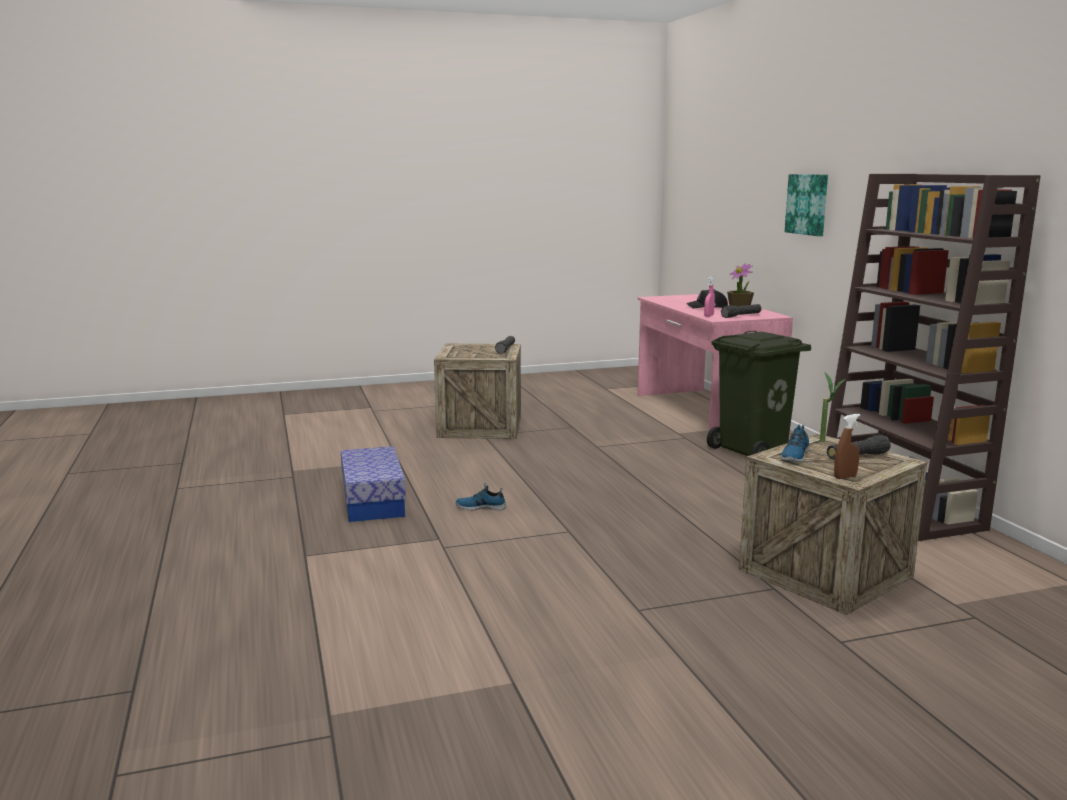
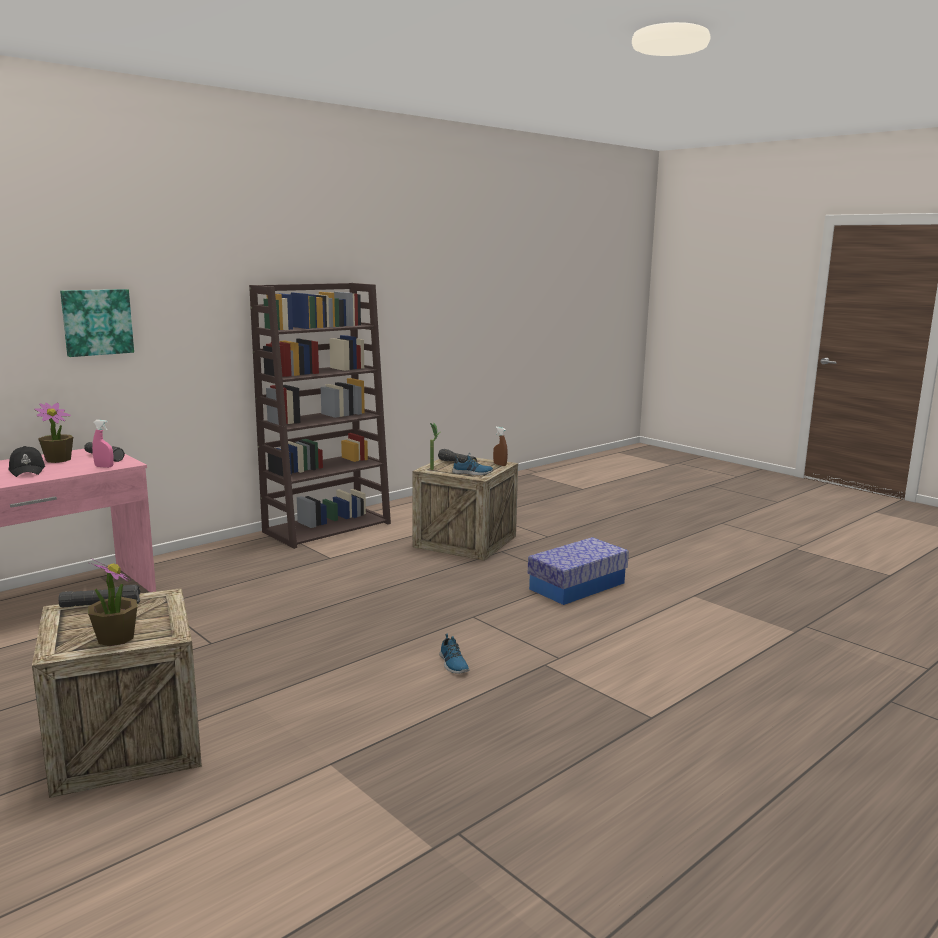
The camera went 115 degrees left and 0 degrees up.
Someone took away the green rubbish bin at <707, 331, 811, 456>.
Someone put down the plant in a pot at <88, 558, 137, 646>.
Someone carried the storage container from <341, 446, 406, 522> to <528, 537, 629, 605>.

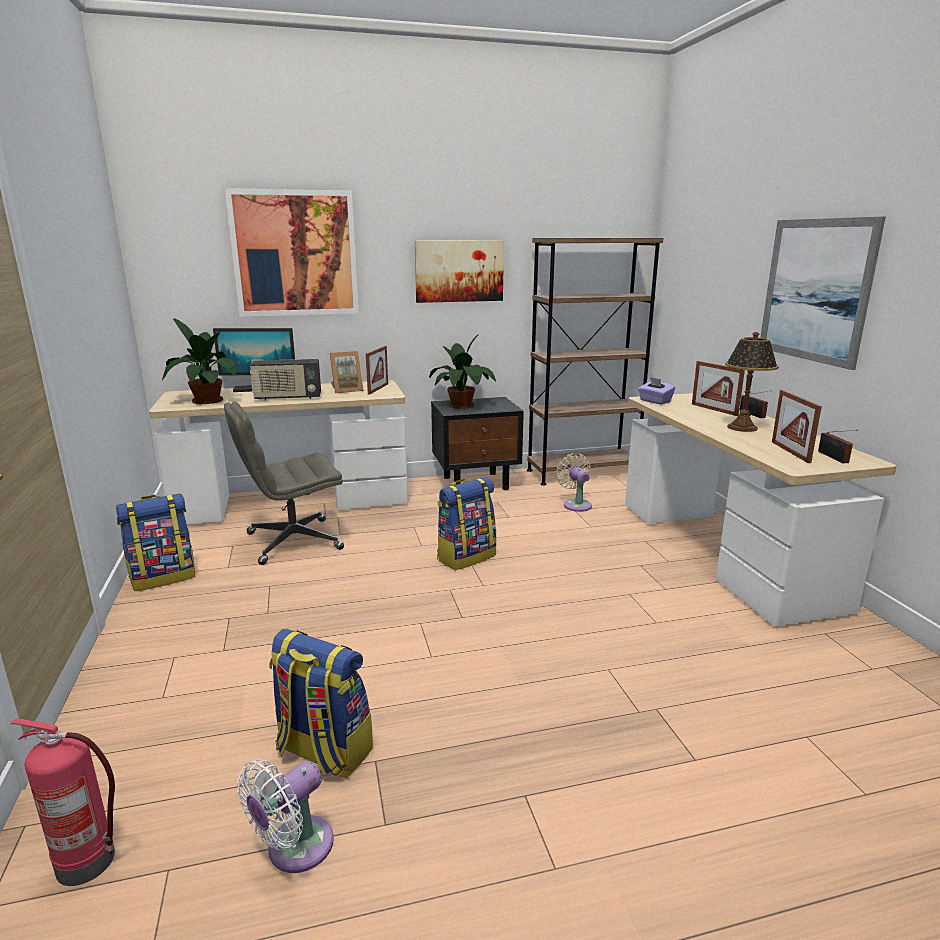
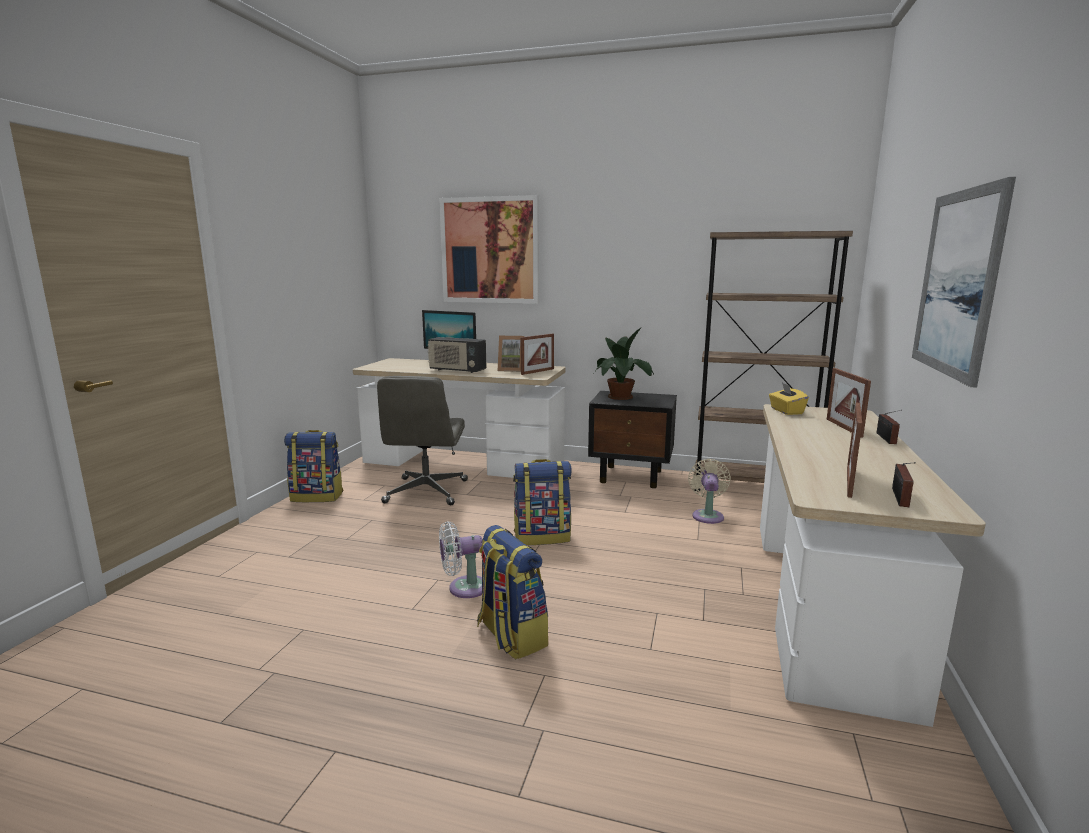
The camera went 30 degrees right and 5 degrees down.
Someone took away the extinguisher at <10, 719, 115, 886>.
Someone took away the plant in a pot at <162, 318, 237, 404>.
Someone took away the wall art at <414, 240, 504, 303>.
Someone took away the table lamp at <725, 332, 779, 432>.
Someone carried the white-coloured cooling fan from <237, 759, 334, 873> to <439, 521, 483, 598>.
Someone carried the knapsack from <269, 629, 373, 778> to <477, 525, 548, 659>.
Someone repainted the purplish tissue holder at <638, 377, 675, 405>, which became the yellow-coloured tissue holder at <769, 383, 809, 415>.
Someone rotated the grey computer chair at <224, 401, 344, 565> by 90 degrees counterclockwise.

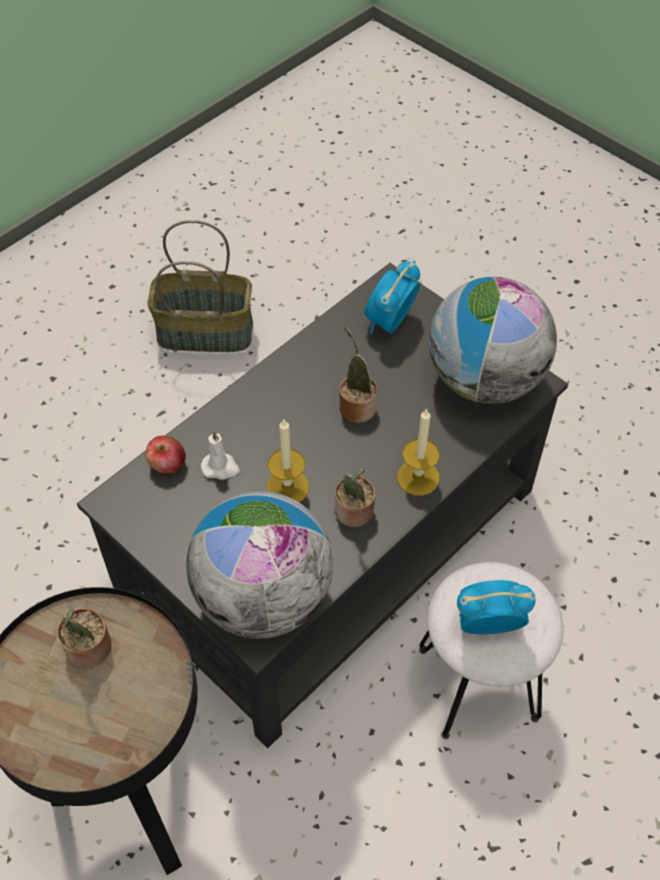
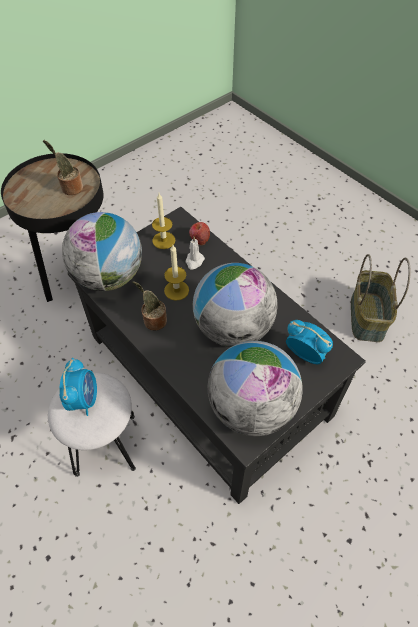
The camera went 95 degrees right and 0 degrees up.
Someone carried the wax light from <397, 408, 440, 496> to <152, 193, 176, 249>.
Someone swapped the plant in a pot at <339, 326, 377, 423> for the globe at <193, 263, 278, 347>.

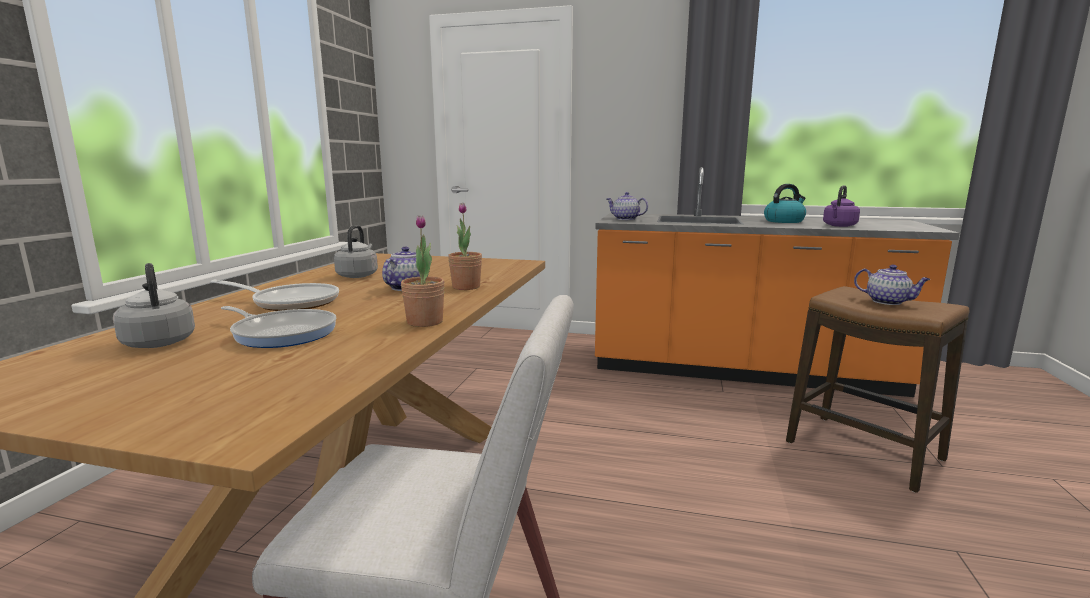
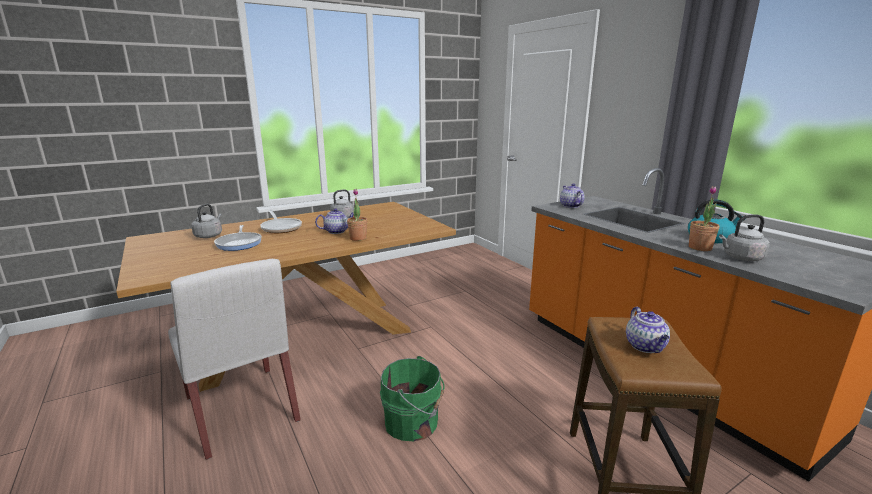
The camera went 45 degrees right and 5 degrees up.
Someone put down the green water bucket at <380, 356, 445, 441>.
Someone carried the plant in a pot from <401, 215, 445, 327> to <689, 186, 720, 251>.
Someone repainted the purplish tea kettle at <823, 185, 860, 227>, which became the grey tea kettle at <719, 214, 770, 261>.

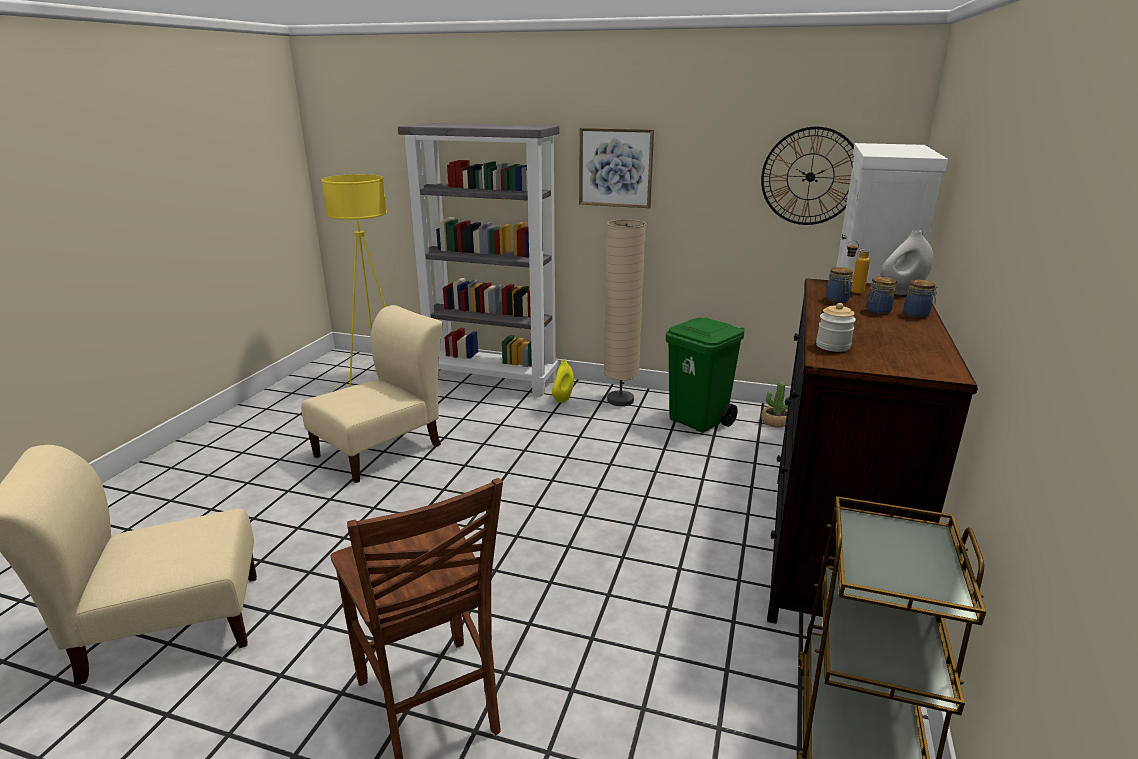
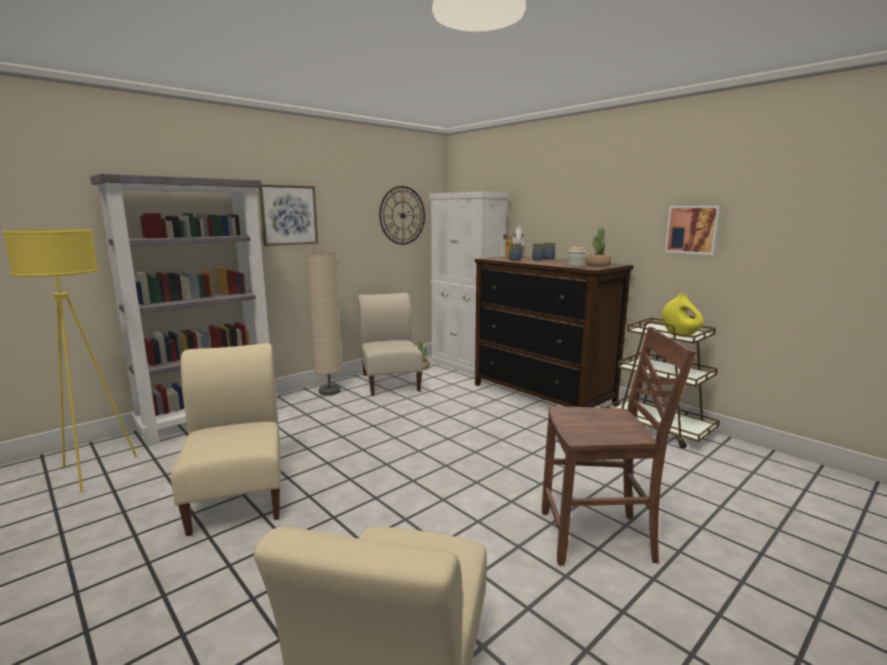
The camera went 60 degrees left and 10 degrees down.
Someone put down the plant in a pot at <585, 227, 611, 266>.
Someone put up the wall art at <665, 205, 722, 255>.
Someone carried the yellow-coloured flower vase from <552, 360, 574, 403> to <662, 293, 704, 337>.
Someone swapped the green rubbish bin at <666, 318, 744, 433> for the sand-coloured chair at <358, 293, 423, 396>.

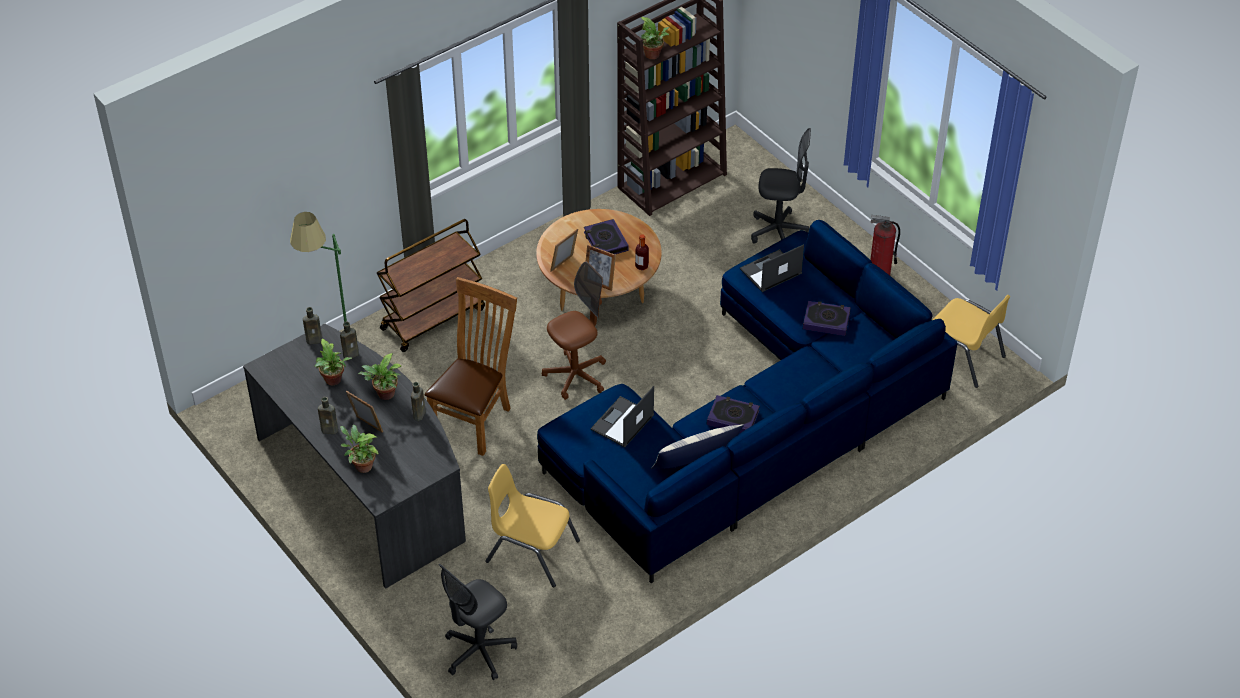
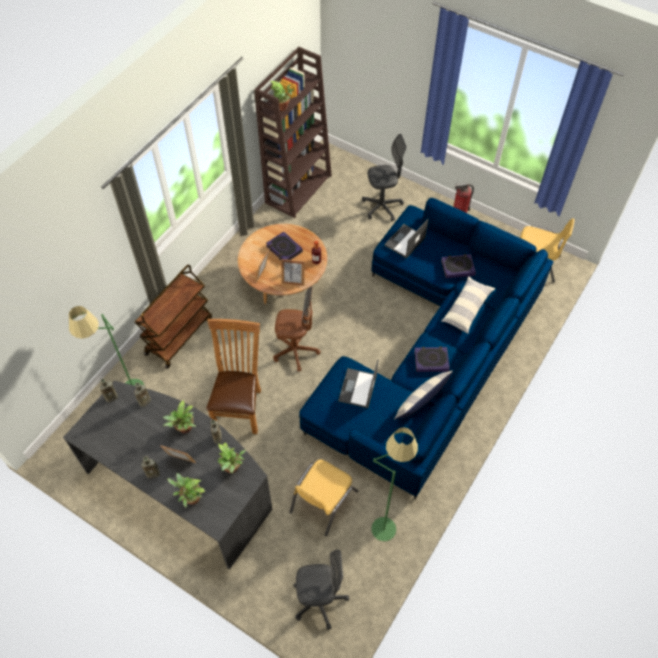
The camera went 20 degrees left and 10 degrees up.
Someone put down the green floor lamp at <371, 427, 418, 541>.
Someone put down the pillow at <441, 276, 495, 334>.
Someone carried the plant in a pot from <315, 339, 352, 385> to <218, 442, 246, 473>.
Someone rotated the grey computer chair at <439, 564, 517, 680> by 120 degrees counterclockwise.
Someone rotated the yellow-coloured chair at <485, 464, 580, 587> by 60 degrees counterclockwise.
Someone rotated the brown computer chair at <542, 261, 606, 400> by 60 degrees clockwise.

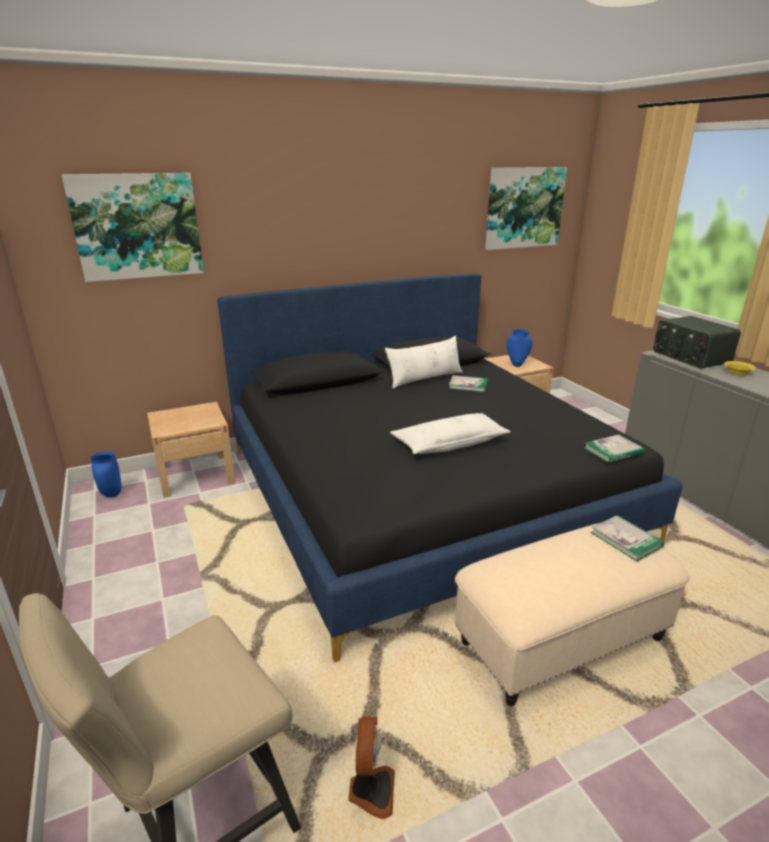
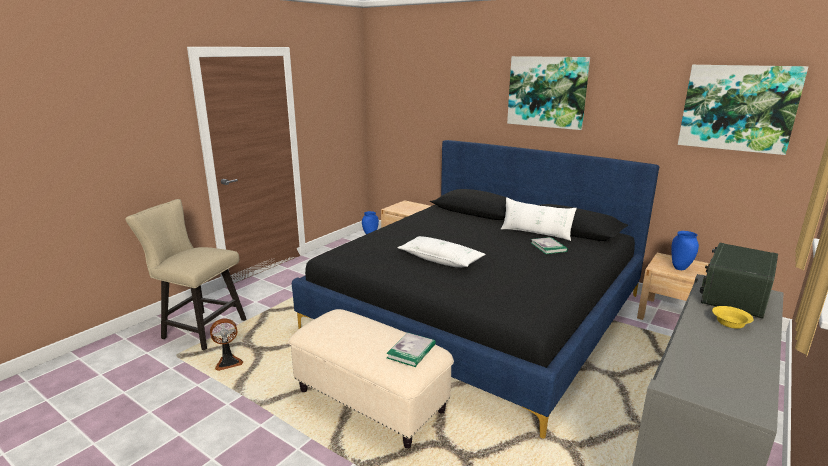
The camera went 60 degrees right and 5 degrees down.
Someone took away the bound book at <584, 434, 645, 463>.
Someone carried the wall art from <62, 173, 204, 282> to <507, 56, 590, 130>.

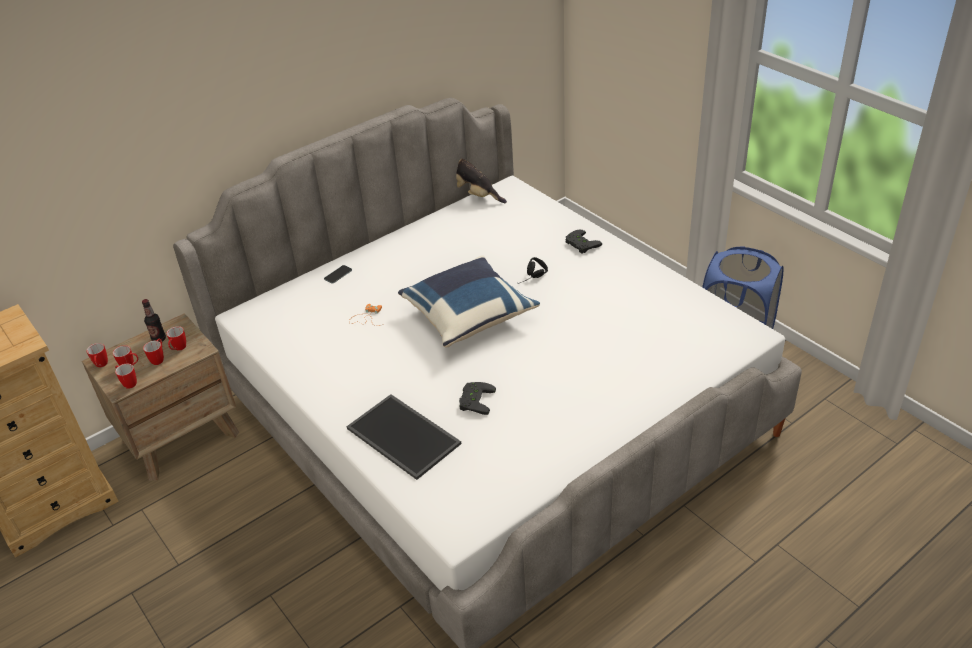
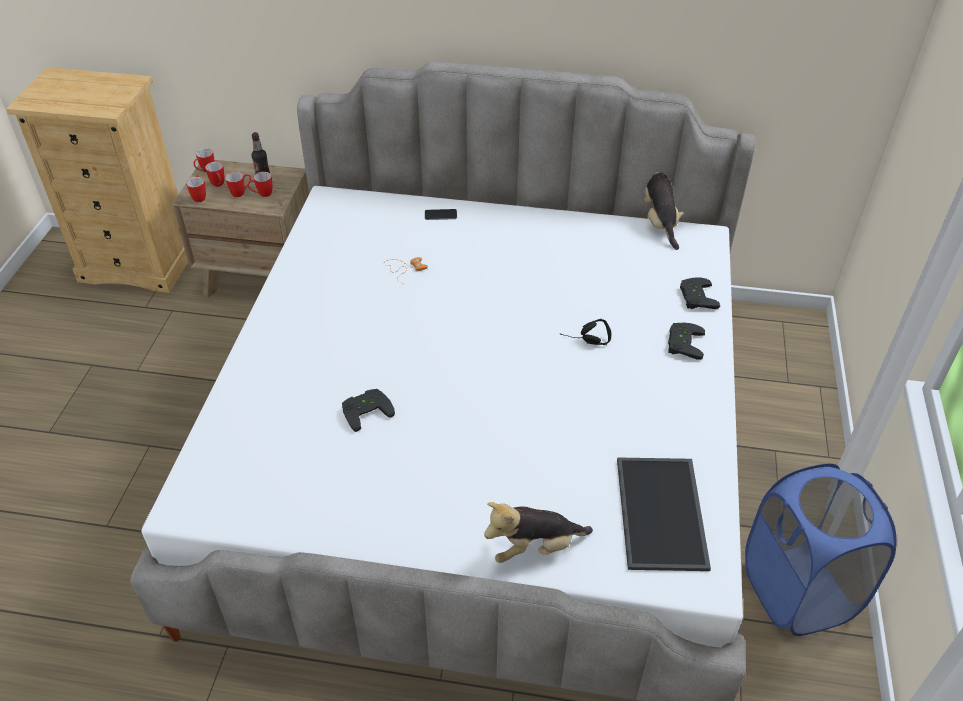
The camera went 45 degrees right and 5 degrees up.
Someone took away the bluish pillow at <398, 255, 540, 348>.
Someone put down the plush toy at <484, 502, 593, 563>.
Someone put down the black-coloured game controller at <680, 277, 720, 309>.
Someone carried the serving tray from <346, 394, 461, 480> to <617, 457, 711, 571>.

